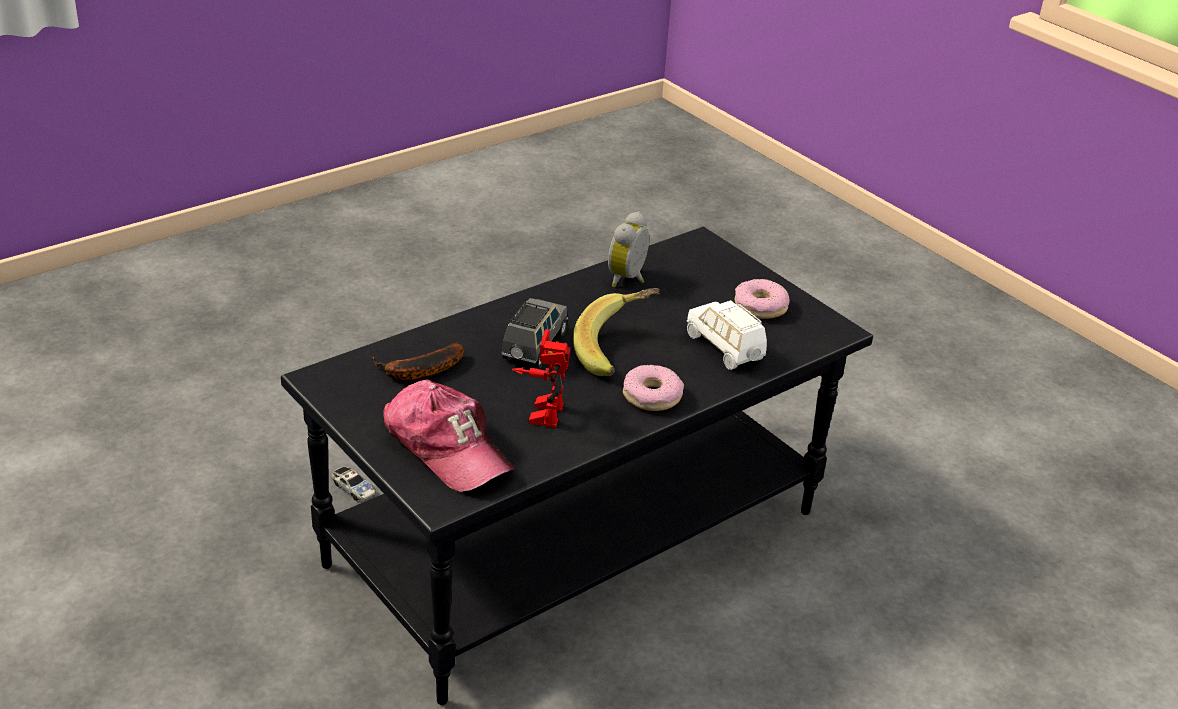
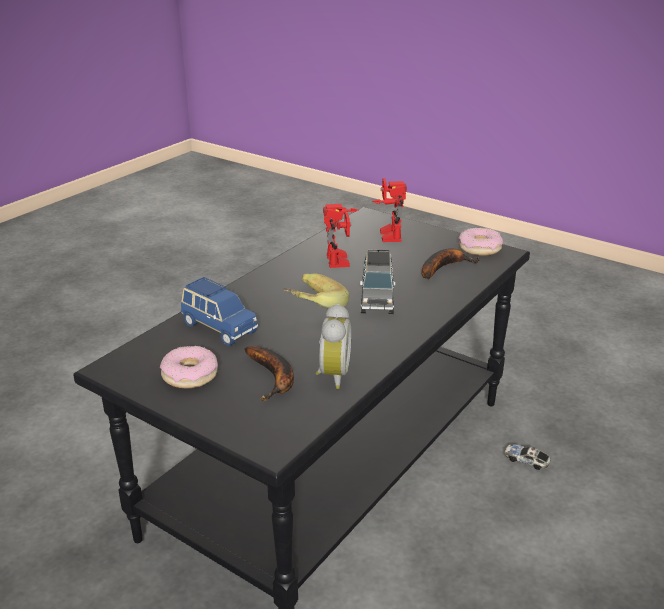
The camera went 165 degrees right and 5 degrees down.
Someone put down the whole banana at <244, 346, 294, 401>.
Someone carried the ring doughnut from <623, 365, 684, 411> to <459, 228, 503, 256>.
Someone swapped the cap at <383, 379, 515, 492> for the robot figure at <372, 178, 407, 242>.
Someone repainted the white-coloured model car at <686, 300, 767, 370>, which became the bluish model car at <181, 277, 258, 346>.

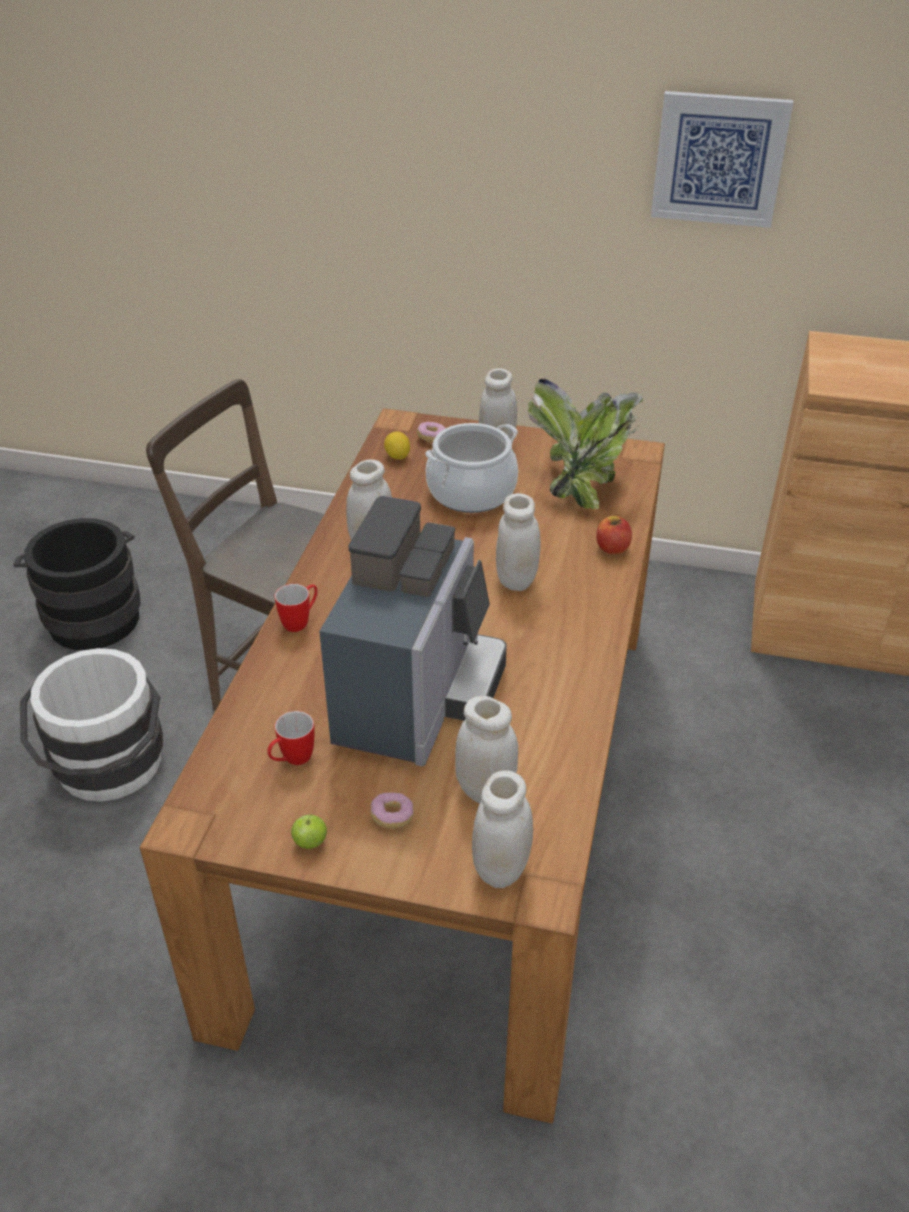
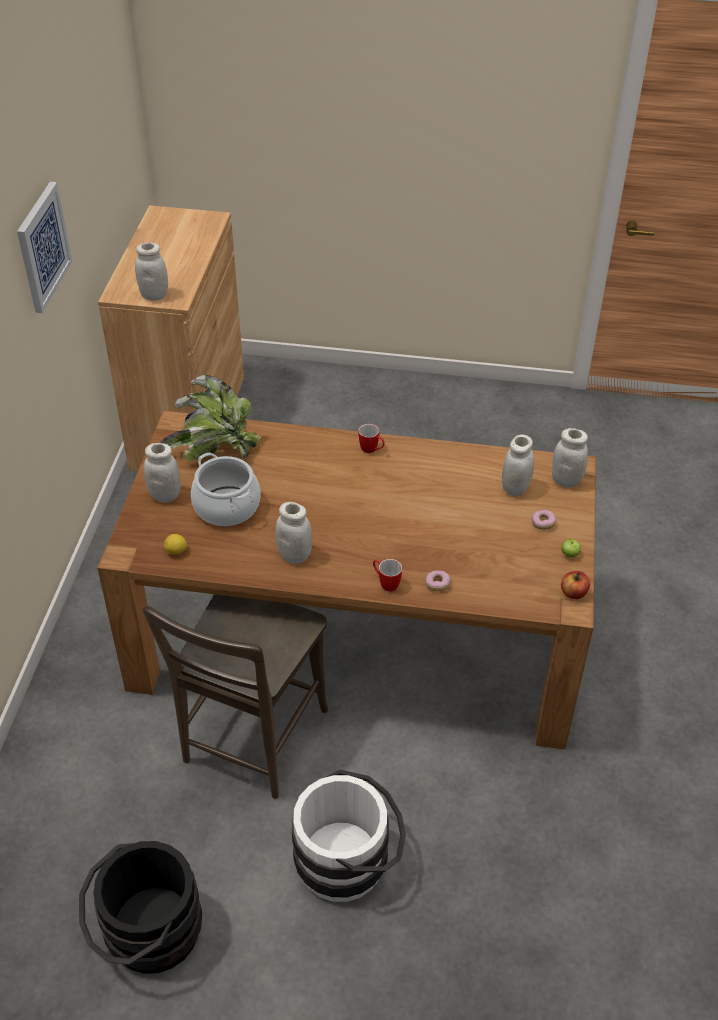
The camera went 95 degrees left and 5 degrees up.
Someone took away the coffee brewer at <319, 496, 506, 766>.
Someone carried the mug from <267, 711, 314, 765> to <358, 424, 385, 453>.
Someone carried the ring doughnut from <417, 422, 446, 442> to <425, 571, 450, 591>.
Someone carried the white-coloured jar from <496, 493, 541, 591> to <135, 243, 168, 301>.
Someone carried the apple from <596, 516, 632, 554> to <561, 571, 590, 599>.

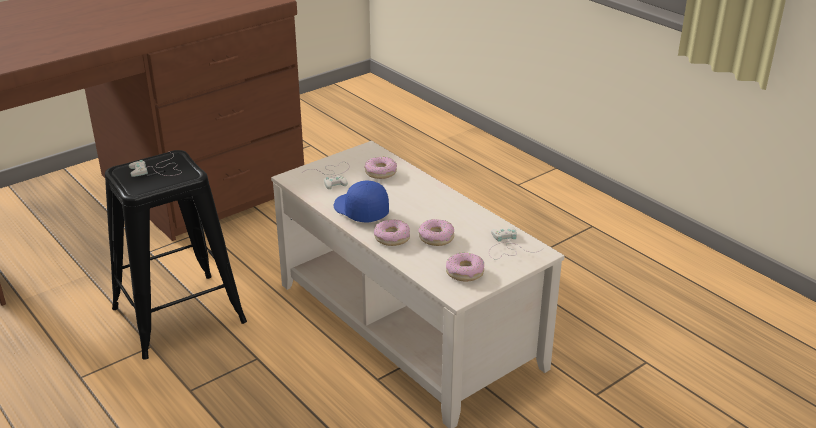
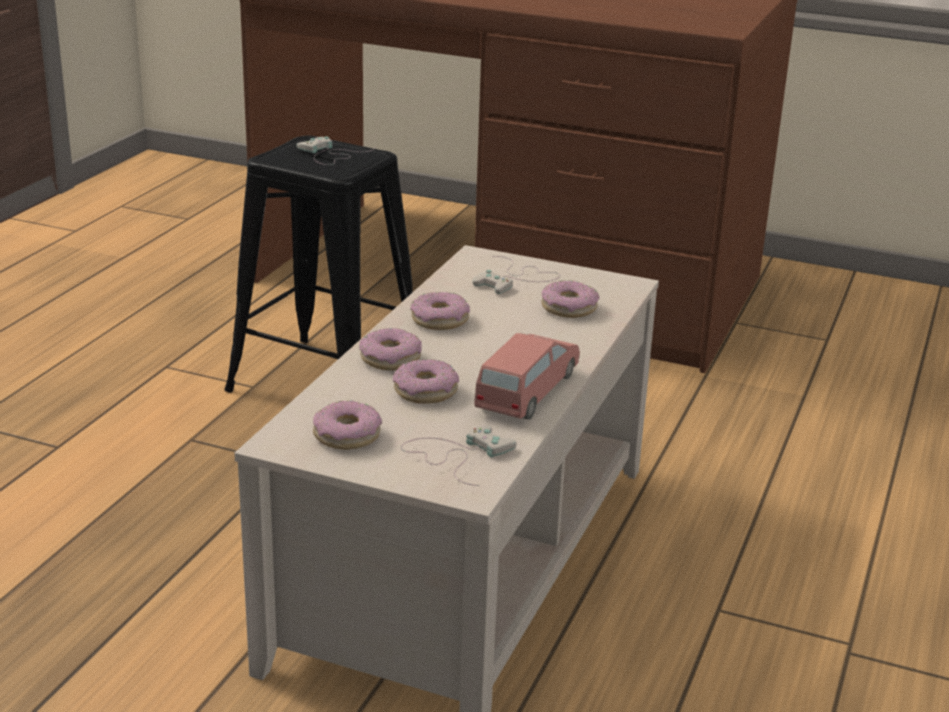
The camera went 60 degrees right and 5 degrees down.
Someone put down the pinkish model car at <474, 333, 580, 420>.
Someone swapped the bluish cap at <334, 181, 389, 223> for the ring doughnut at <410, 292, 470, 330>.

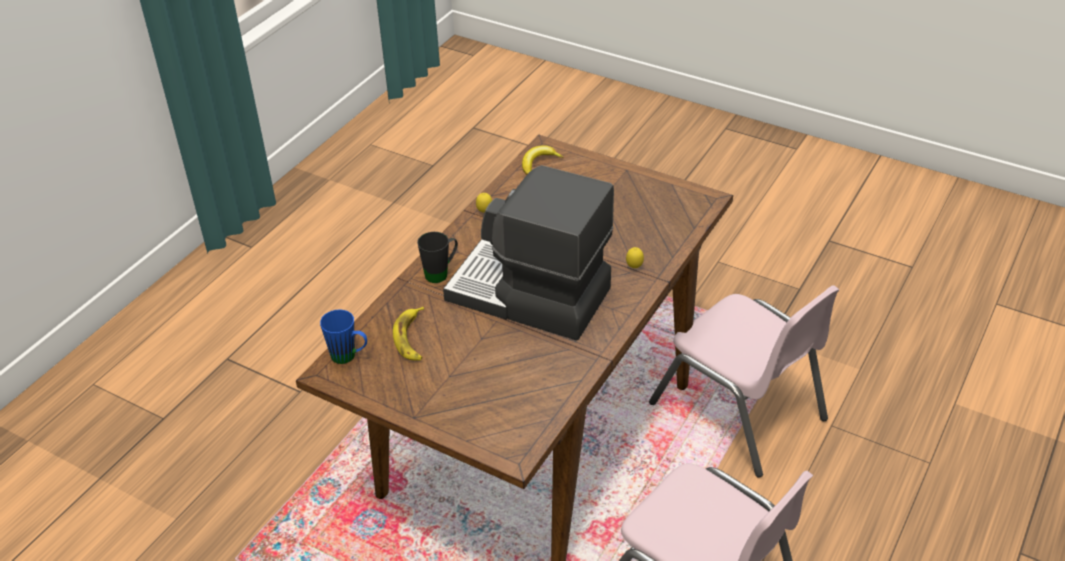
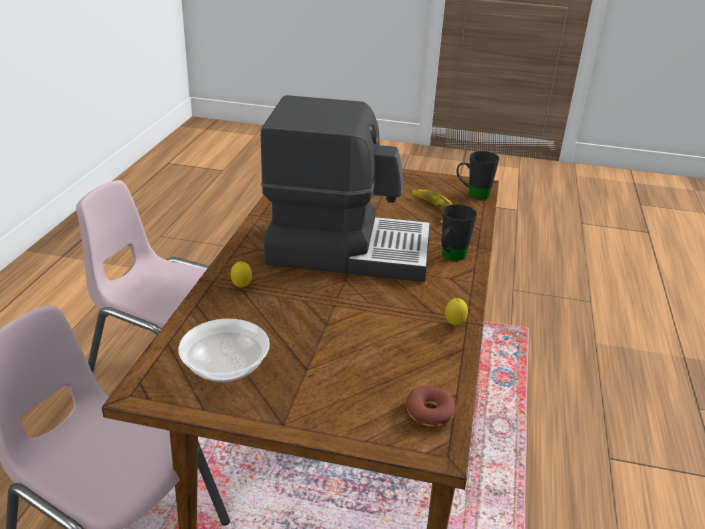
The camera went 160 degrees right and 10 degrees down.
Someone put down the deep dish at <178, 319, 270, 382>.
Someone swapped the whole banana at <522, 145, 563, 175> for the ring doughnut at <406, 386, 456, 427>.
Someone repainted the bluish mug at <320, 309, 367, 364>, which became the black-coloured mug at <456, 151, 499, 199>.

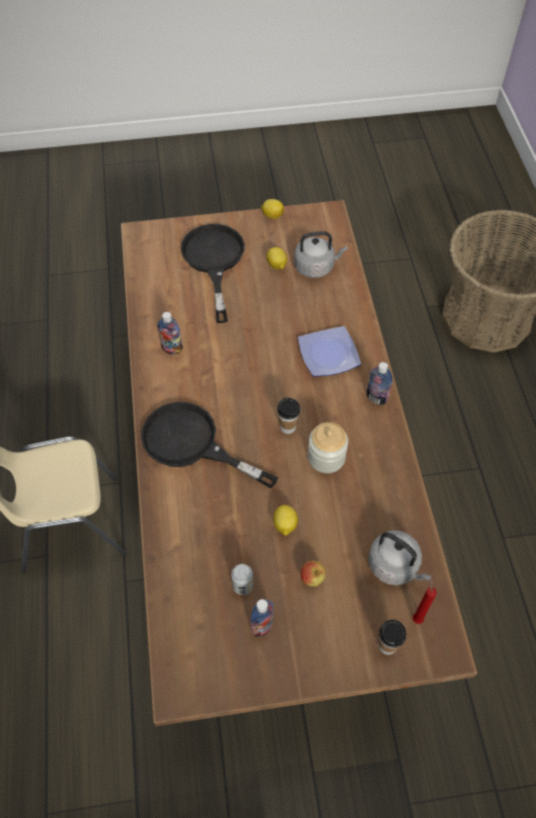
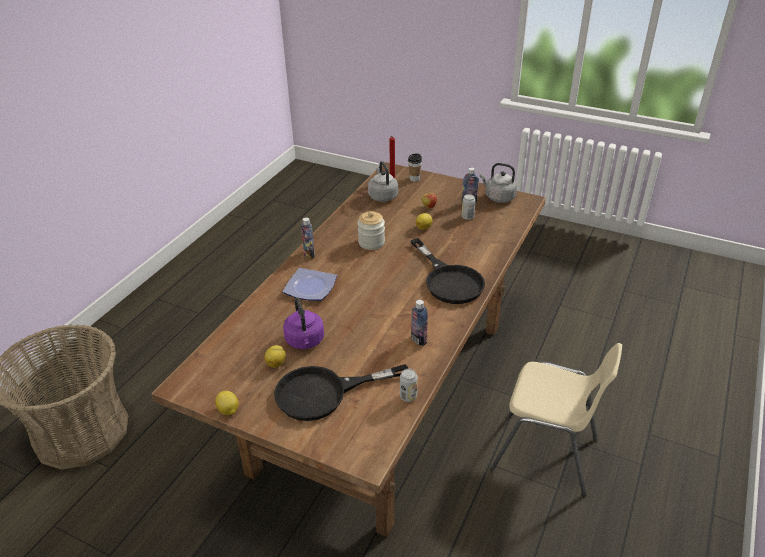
The camera went 145 degrees left and 20 degrees down.
Someone took away the small cup at <277, 398, 300, 434>.
Someone put down the purplish tea kettle at <283, 297, 324, 349>.
Someone put down the sealed can at <400, 369, 418, 402>.
Someone carried the grey tea kettle from <294, 231, 348, 278> to <480, 163, 517, 203>.
Someone rotated the black-coloured skillet at <181, 224, 245, 323> by 45 degrees clockwise.

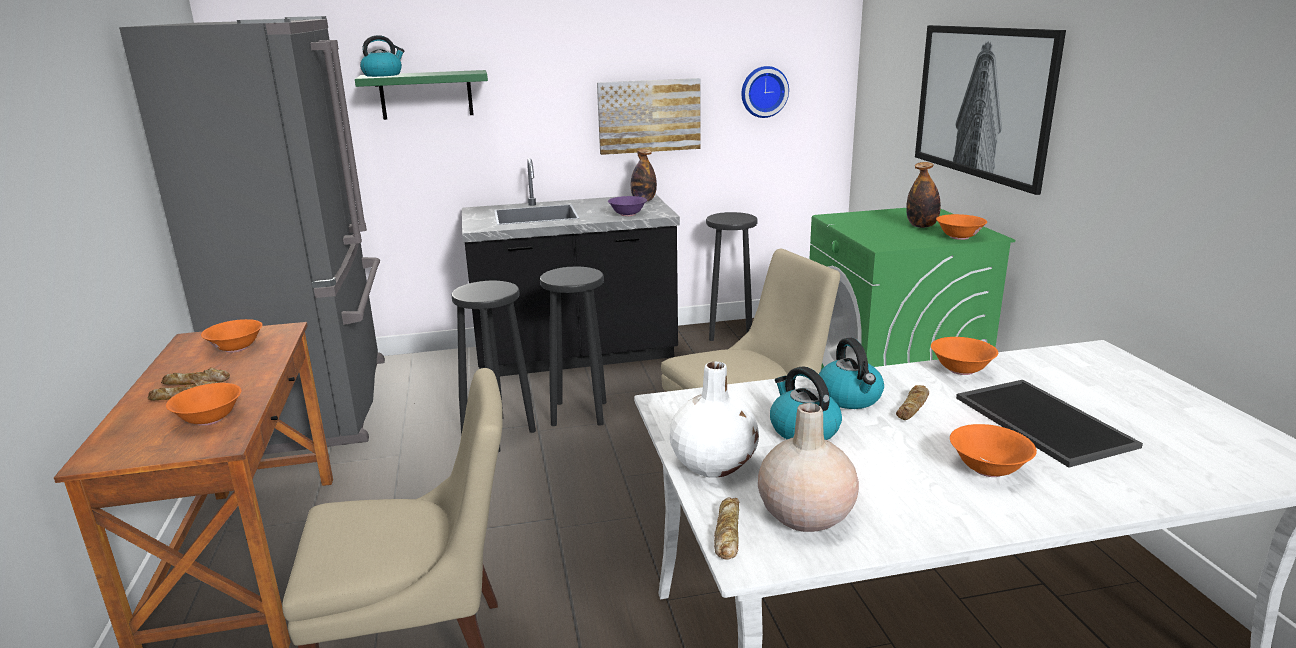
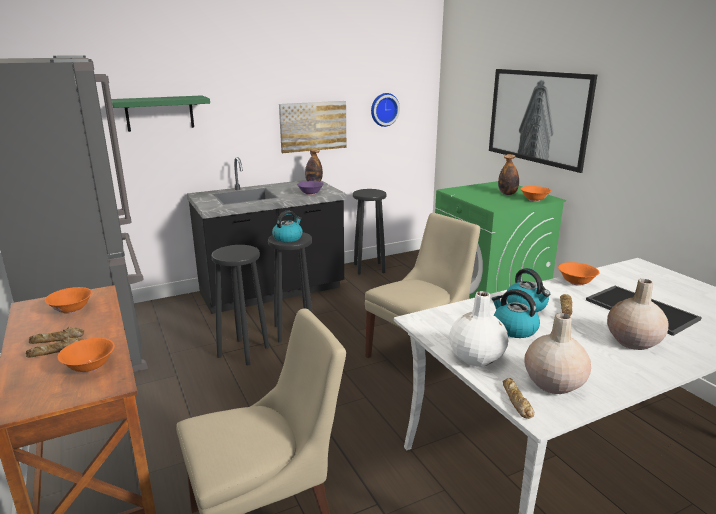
The camera went 15 degrees left and 0 degrees up.
Someone carried the tea kettle from <360, 35, 404, 77> to <272, 211, 303, 242>.
Someone swapped the orange-coloured deep dish at <950, 424, 1037, 477> for the sand-coloured flower vase at <607, 279, 668, 350>.

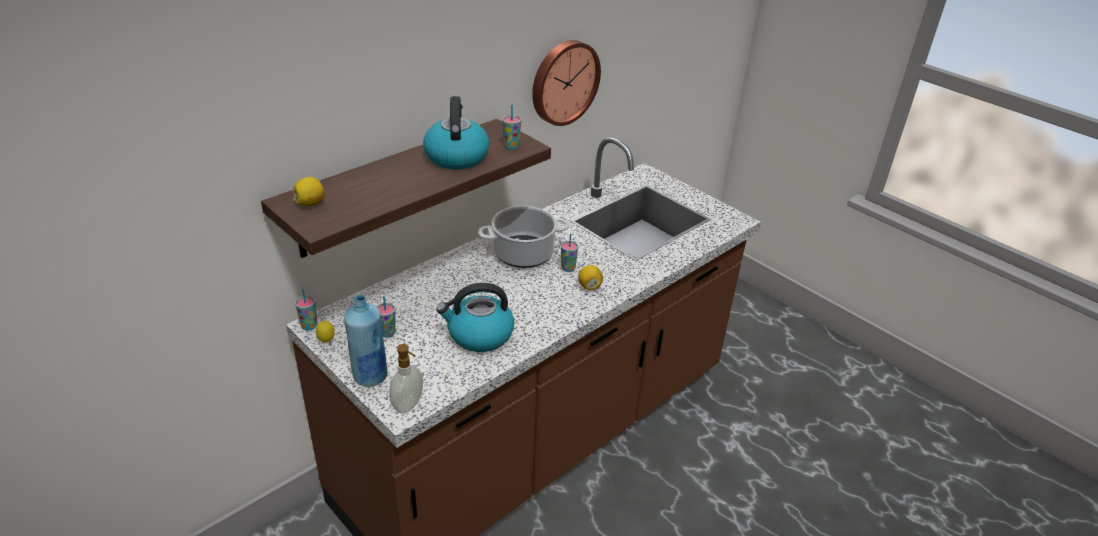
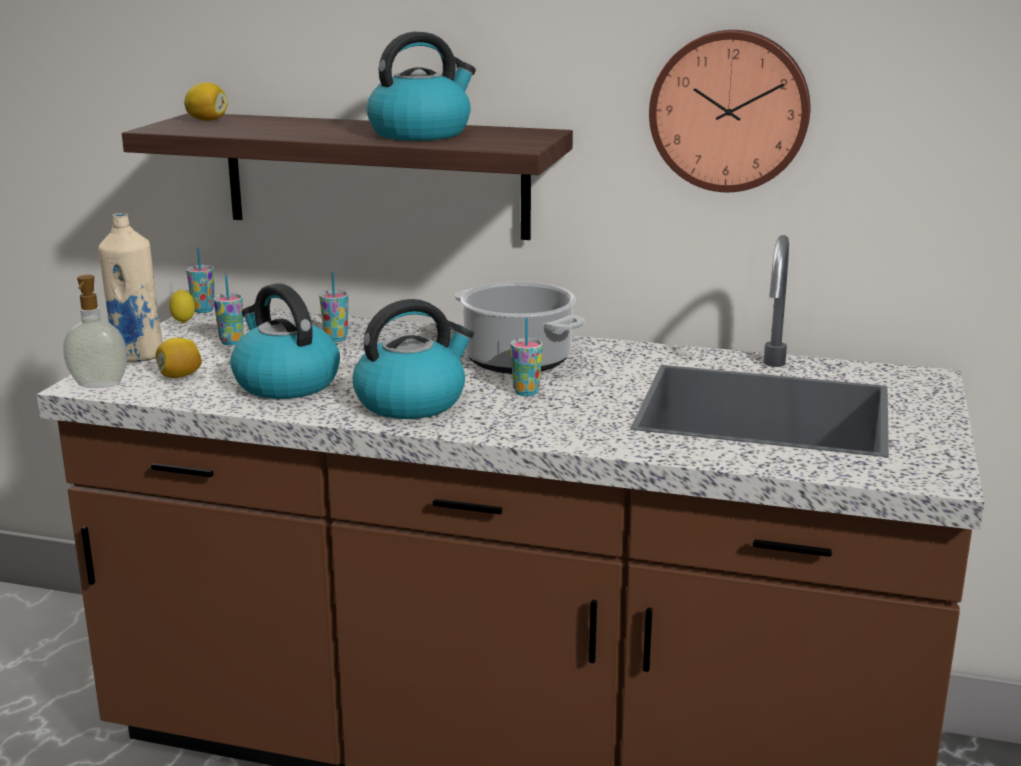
The camera went 60 degrees right and 15 degrees down.
Someone put down the tea kettle at <353, 299, 474, 419>.
Someone carried the small cup from <502, 104, 521, 150> to <319, 272, 348, 342>.
Someone carried the lemon from <578, 265, 603, 290> to <156, 338, 202, 378>.
Someone repainted the bluish bottle at <344, 295, 388, 386>, which became the sand-coloured bottle at <98, 213, 163, 362>.

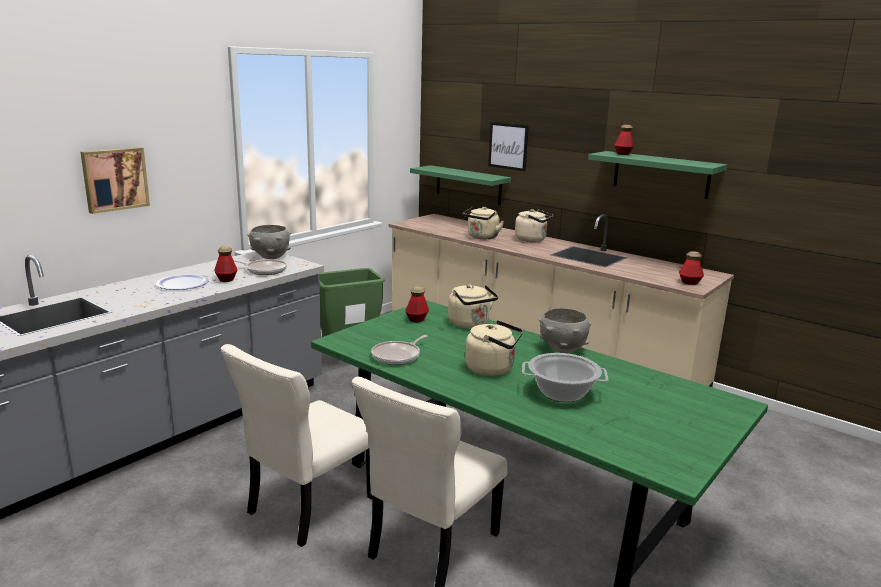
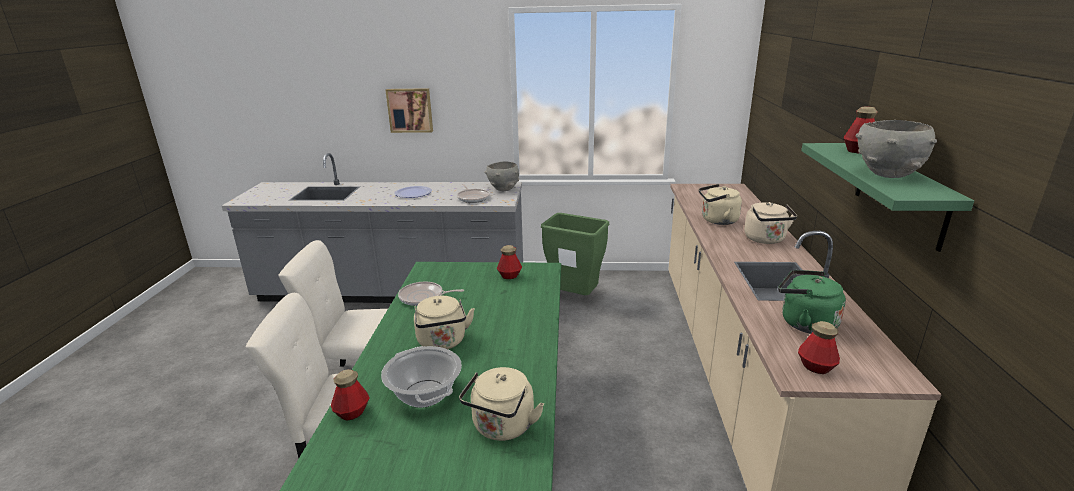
The camera went 55 degrees right and 5 degrees up.
Someone took away the green wall shelf at <410, 165, 511, 205>.
Someone took away the wall art at <488, 122, 529, 171>.
Someone put down the green tea kettle at <778, 270, 846, 334>.
Someone carried the bottle from <214, 246, 237, 282> to <331, 369, 369, 421>.
Someone carried the sand-coloured tea kettle from <448, 284, 498, 328> to <459, 367, 544, 441>.
Someone carried the grey deep dish from <539, 308, 592, 353> to <856, 120, 937, 178>.

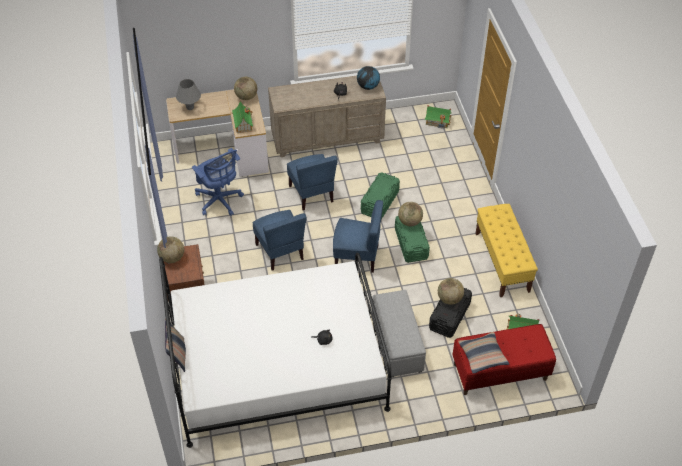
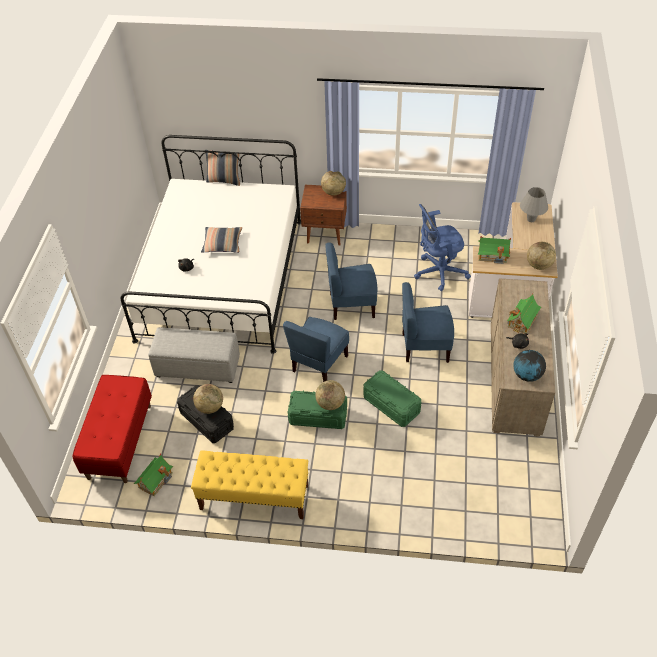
The camera went 110 degrees right and 0 degrees up.
Someone carried the miniature house from <424, 105, 451, 129> to <507, 294, 541, 334>.
Someone carried the pillow from <458, 332, 509, 374> to <201, 227, 242, 253>.

